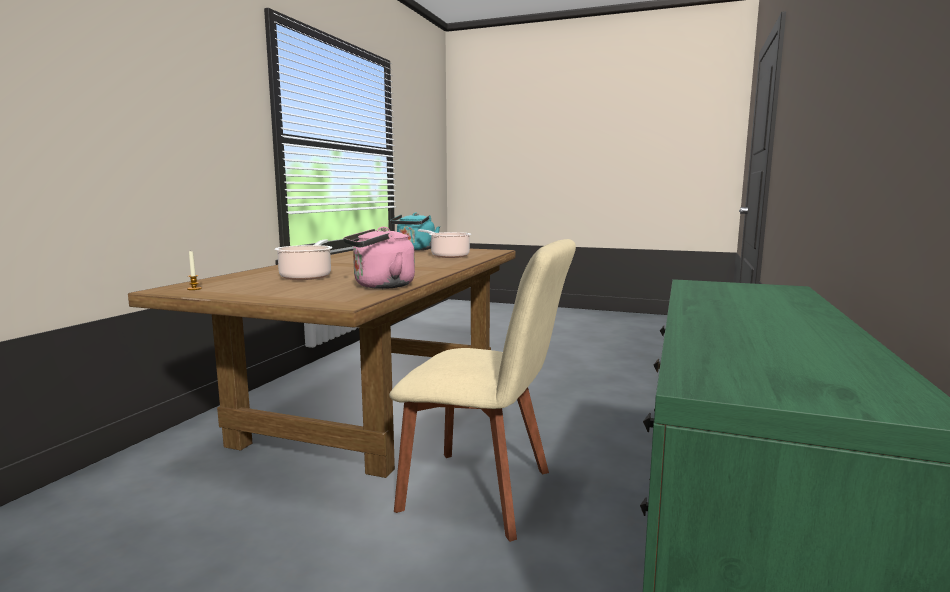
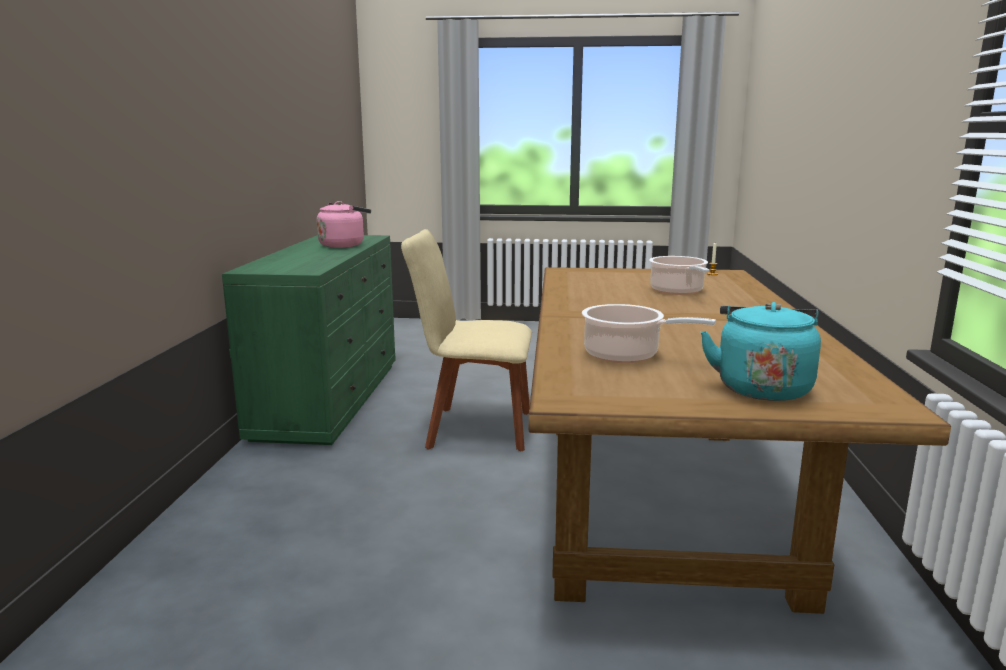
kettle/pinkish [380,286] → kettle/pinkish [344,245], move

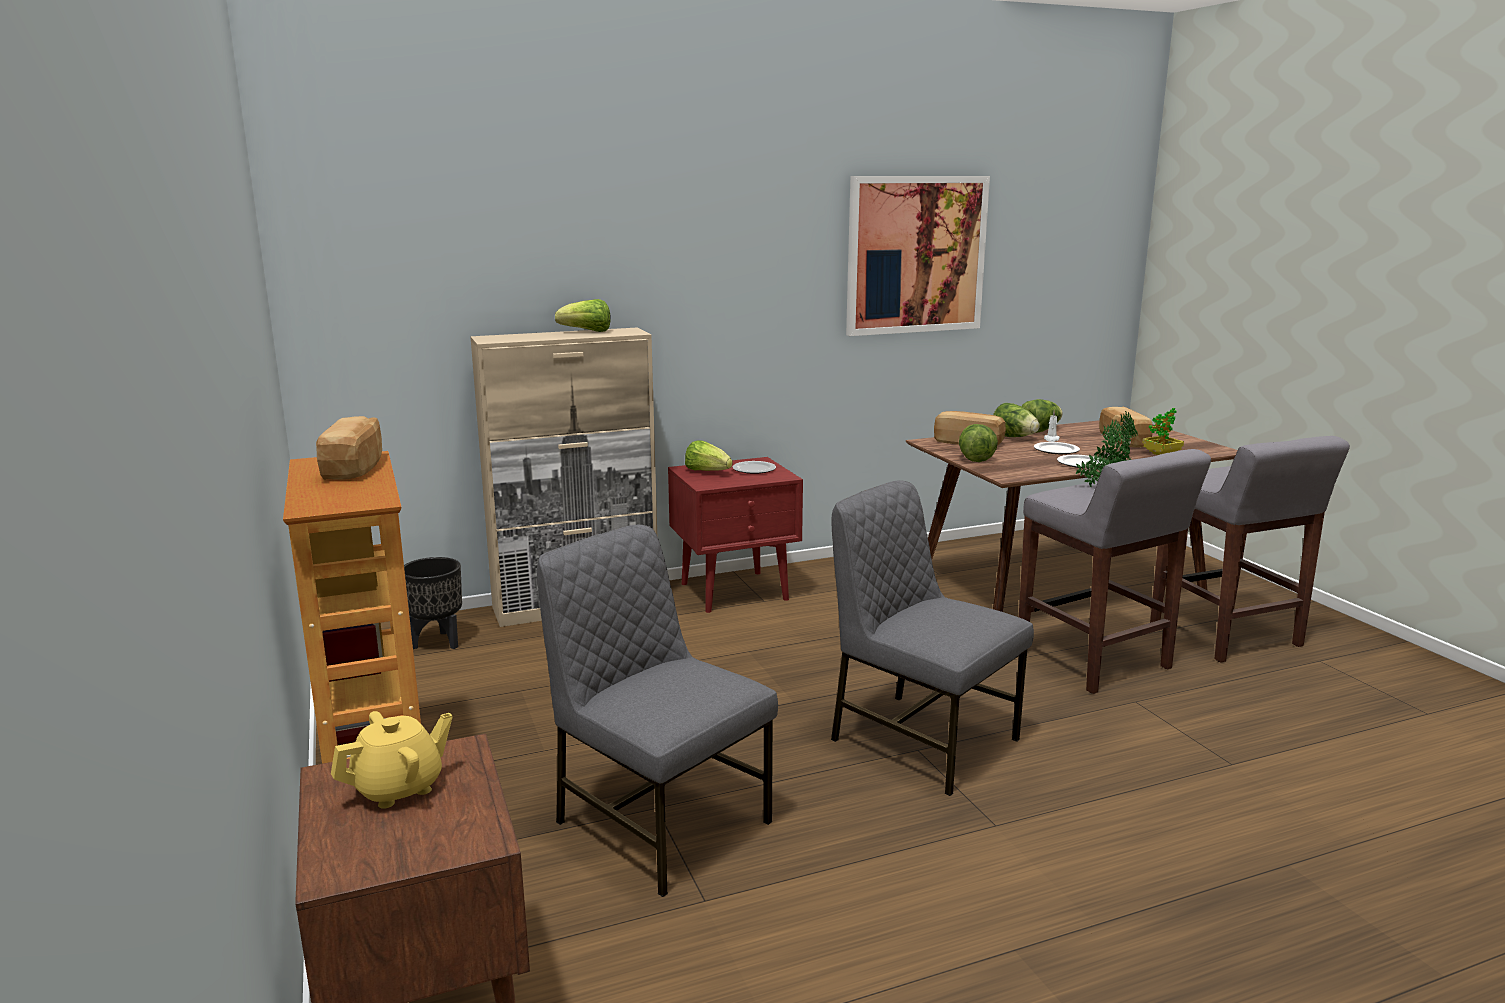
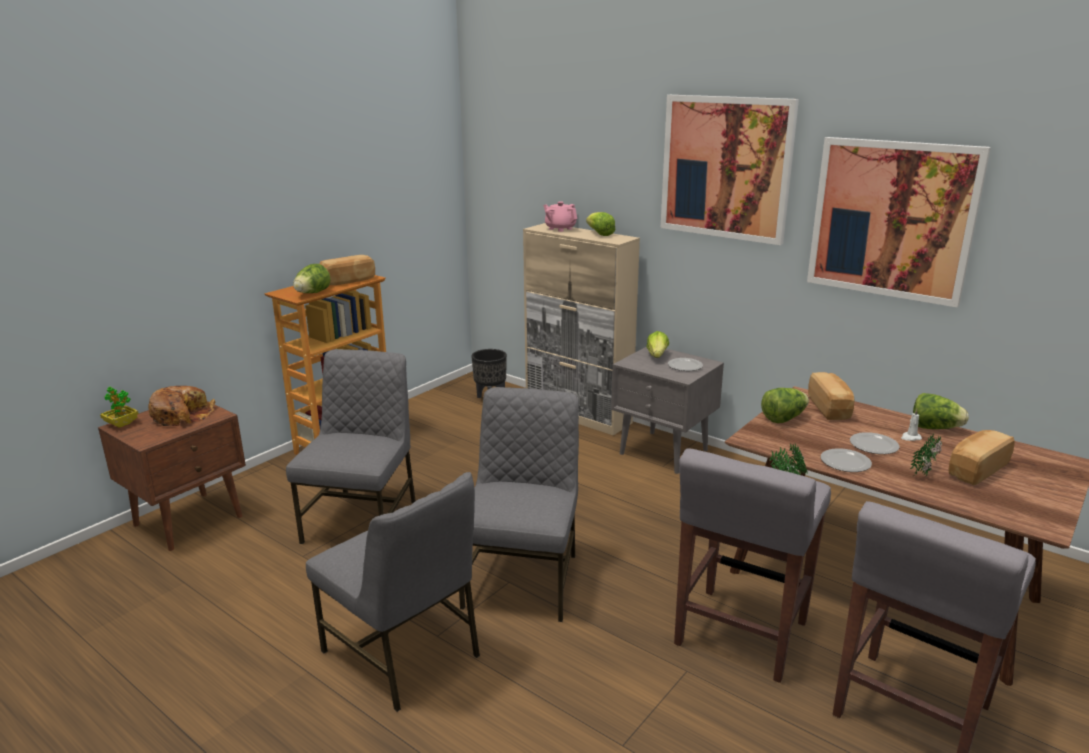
- → chair/greyish [403,653]
- → teapot/pinkish [560,229]
- → wall picture [725,168]
lettuce [1014,437] → lettuce [312,293], move
potted plant [1161,454] → potted plant [121,424], move
teapot/yellowish [399,788] → bread [182,415]
night table/reddish [736,591] → night table/greyish [664,452]

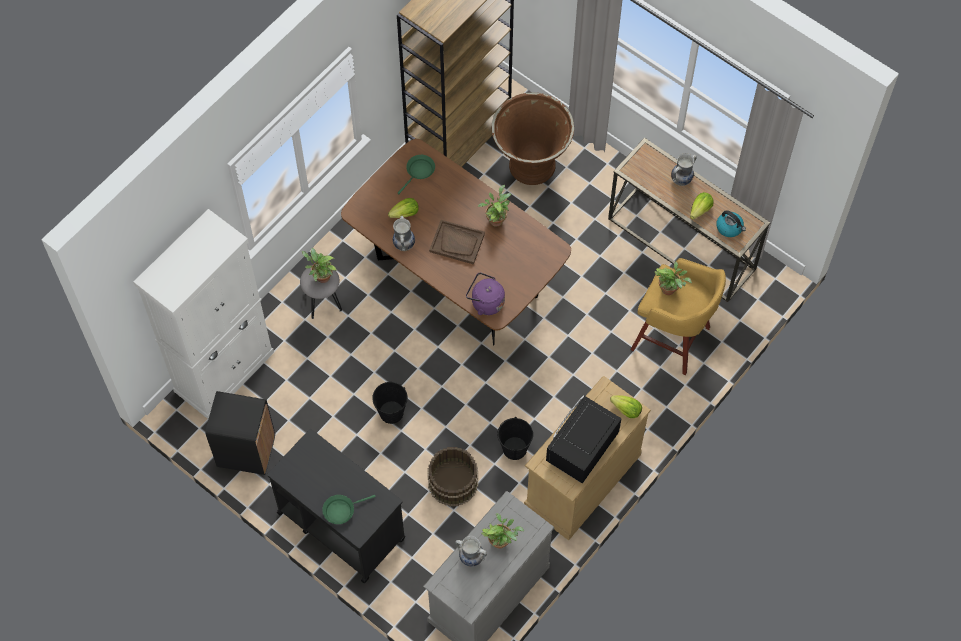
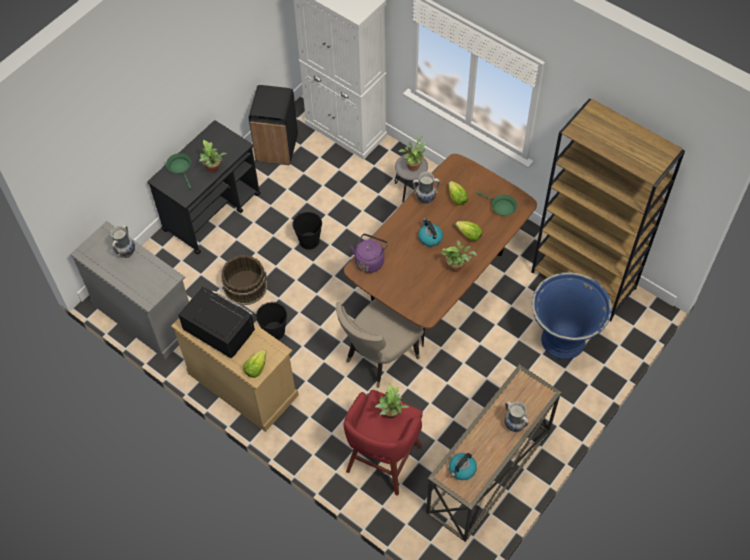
- → chair/beige-coloured [378,358]
potted plant [501,540] → potted plant [214,169], move
lettuce [700,210] → lettuce [469,235], move
serving tray/brownish [457,243] → kettle [430,238]
flower pot/brownish [530,166] → flower pot/blue-coloured [562,339]
stool seat/yellowish [673,340] → stool seat/reddish [382,461]

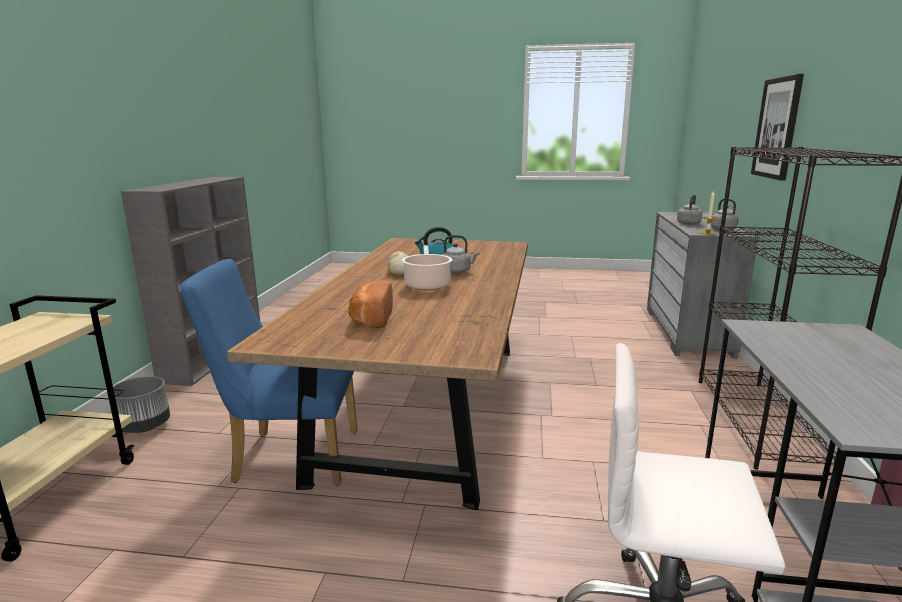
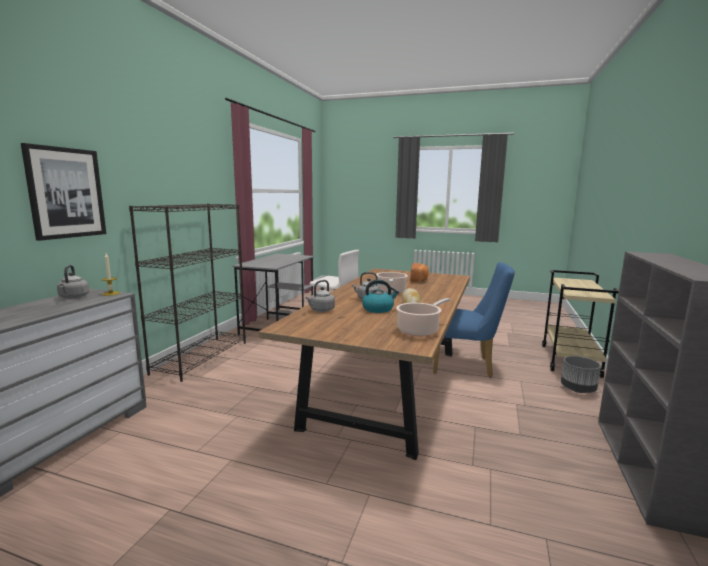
- → cooking pot [419,330]
kettle/greyish [689,223] → kettle/greyish [321,310], move

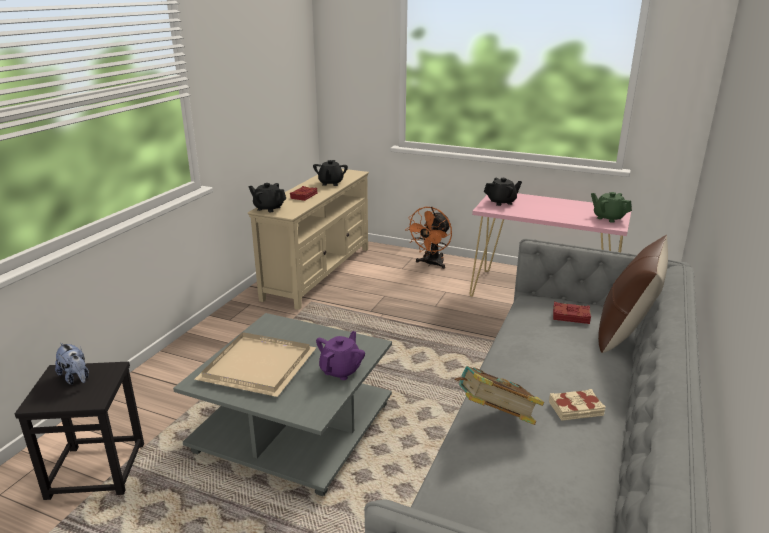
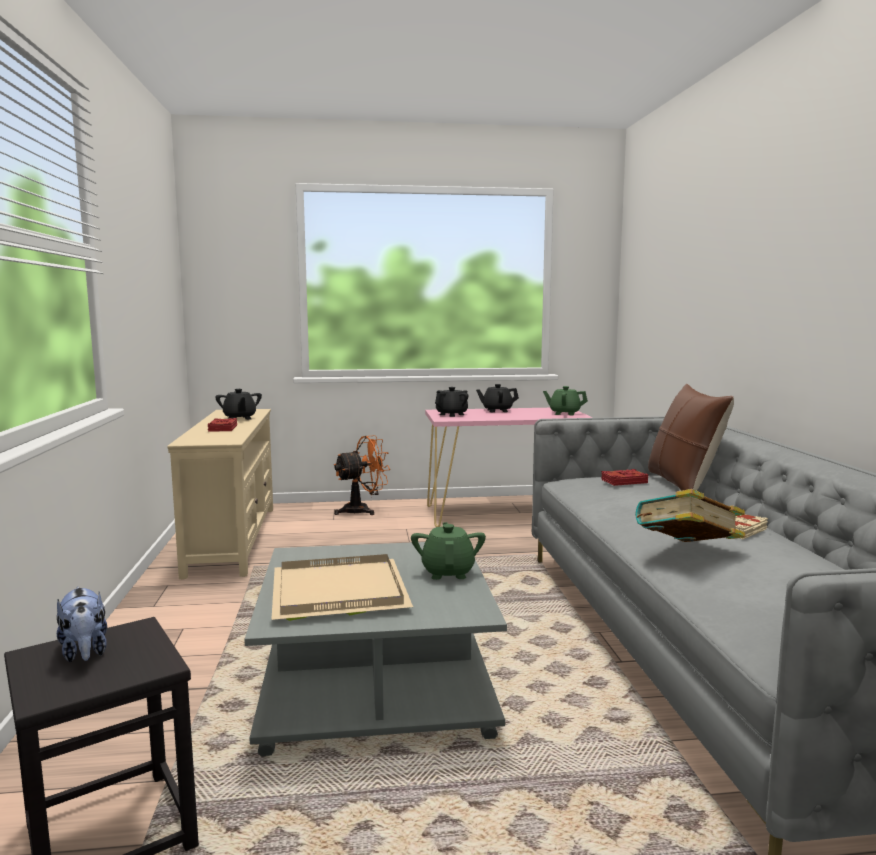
teapot/blackish [268,208] → teapot/blackish [497,410], move
teapot/purple [341,370] → teapot/green [448,572]
cuddly toy [76,378] → cuddly toy [84,652], 45 degrees clockwise
fan/orangey [431,264] → fan/orangey [362,510], 120 degrees counterclockwise

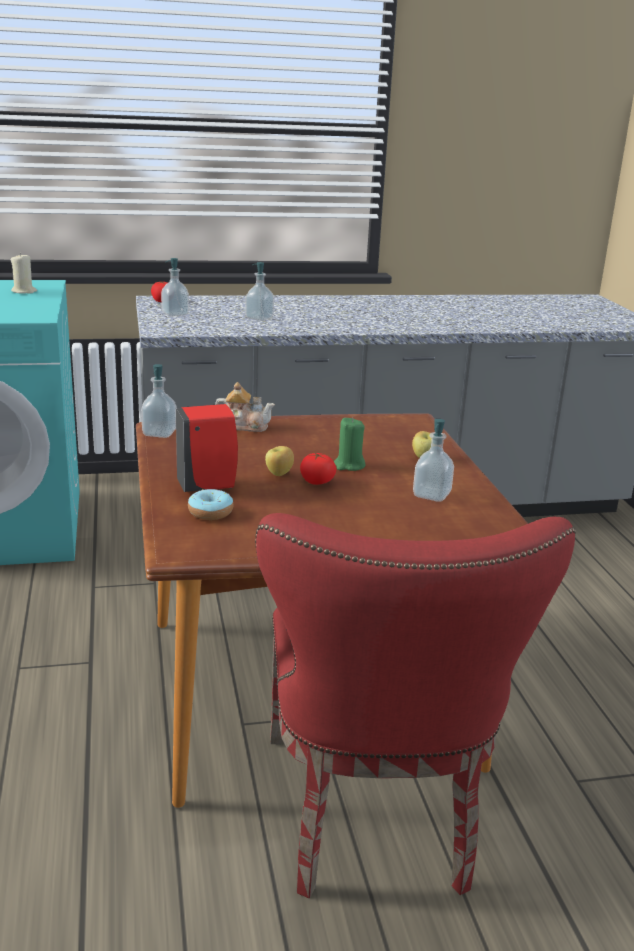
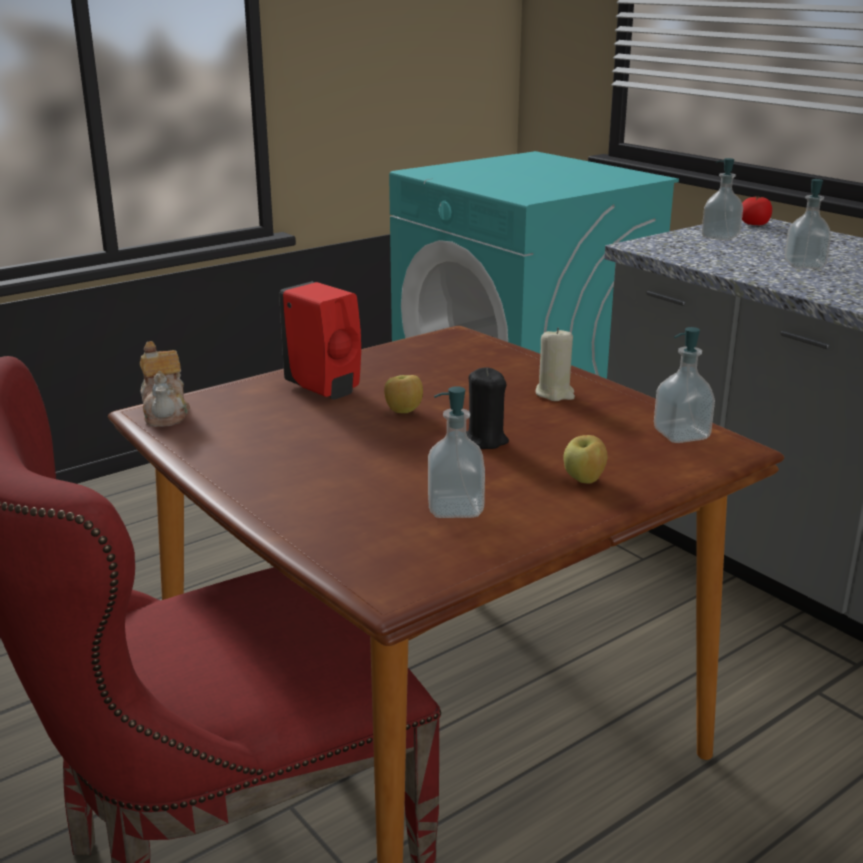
donut [210,512] → -
fresh tomato [317,482] → -
wax light/beige-coloured [24,291] → wax light/beige-coloured [555,394], move
soap bottle [159,433] → soap bottle [681,435], move
teapot [245,426] → teapot [166,413], move
wax light/green [349,465] → wax light/blackish [484,440]

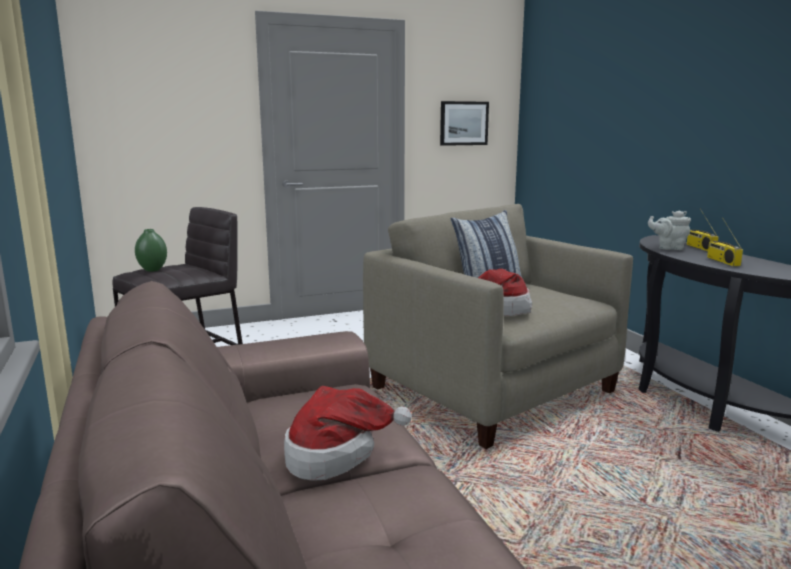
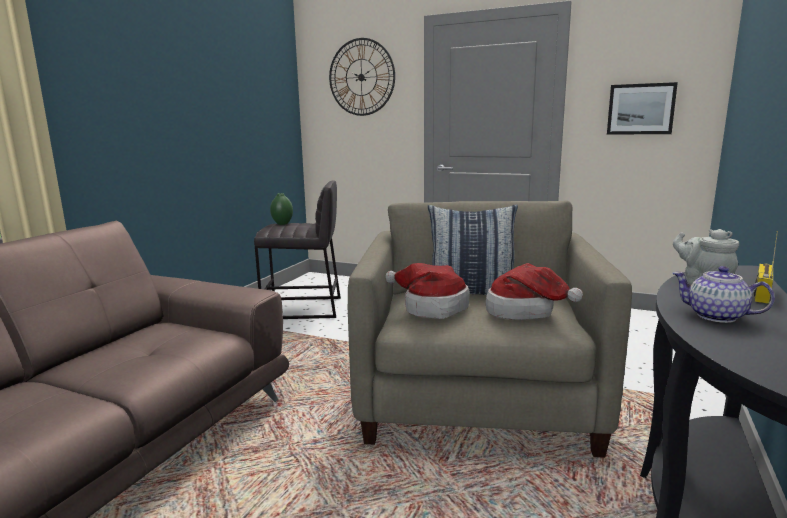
- → clock on the wall [361,77]
clothing hat [336,455] → clothing hat [525,311], move
radio set [722,261] → teapot [717,316]

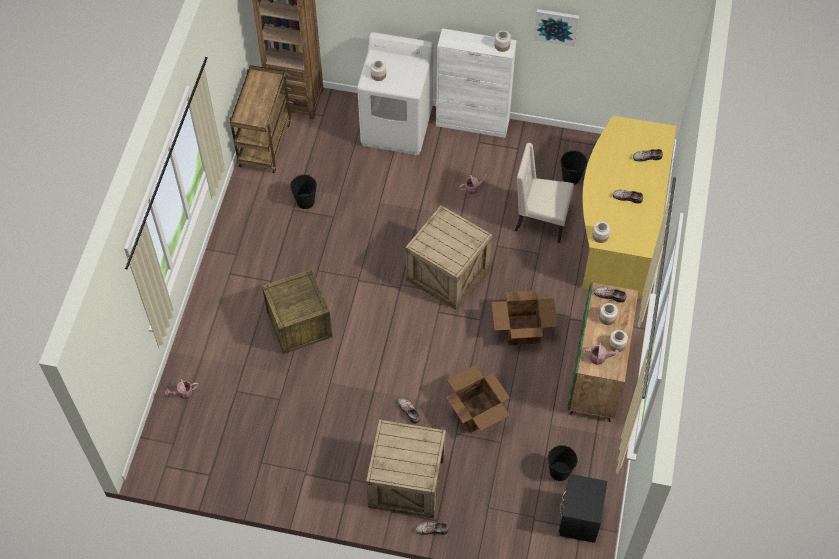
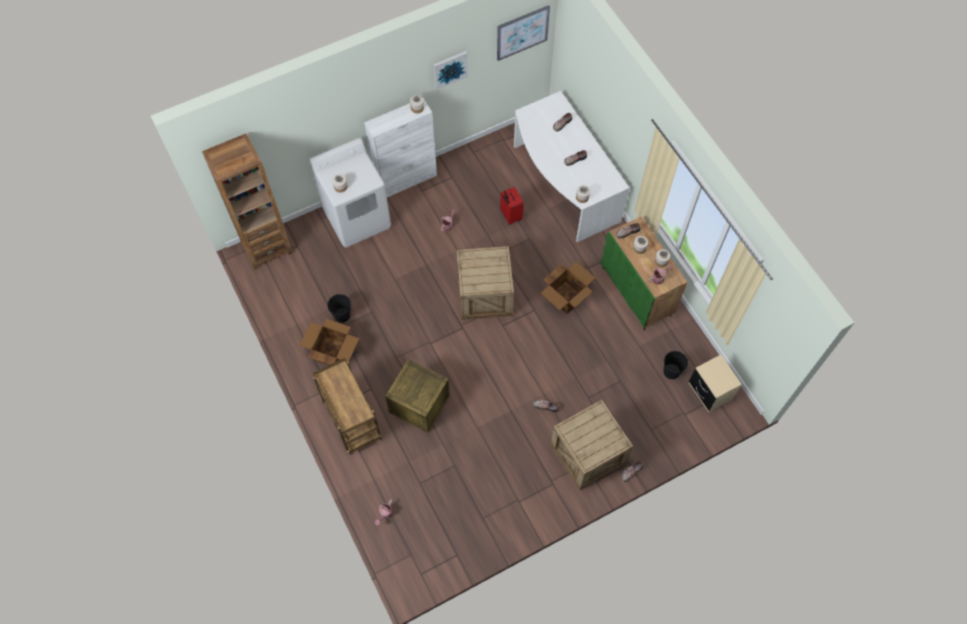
pail/blackish [571,177] → -
- → wall picture [522,32]
wheeled cart/brownish [264,143] → wheeled cart/brownish [351,420], move
carton [476,411] → carton [332,352], move
chair/beige-coloured [540,220] → suitcase/reddish [510,216]
night table/blackish [580,518] → night table/beige-coloured [709,391]
desk unit/yellowish [619,226] → desk unit/white-coloured [562,185]

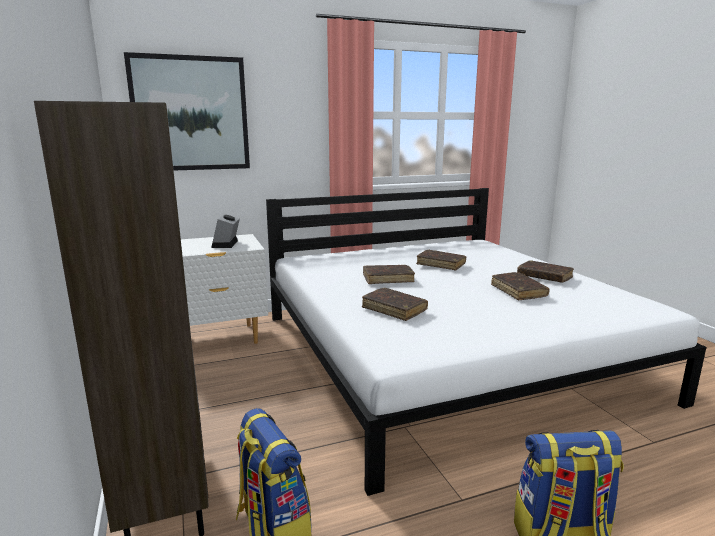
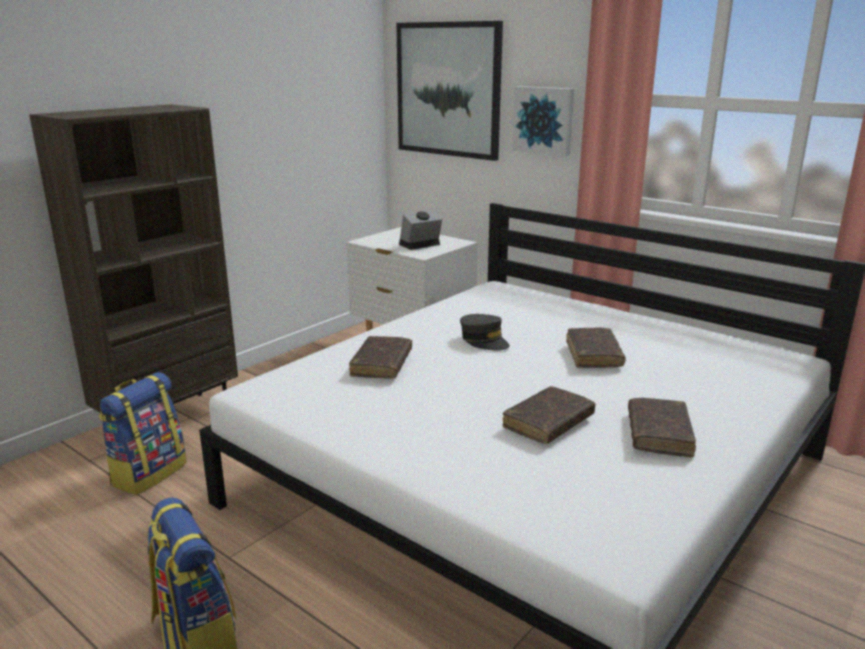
- → wall picture [544,120]
book/brownish [388,279] → peaked cap/greyish [484,340]

